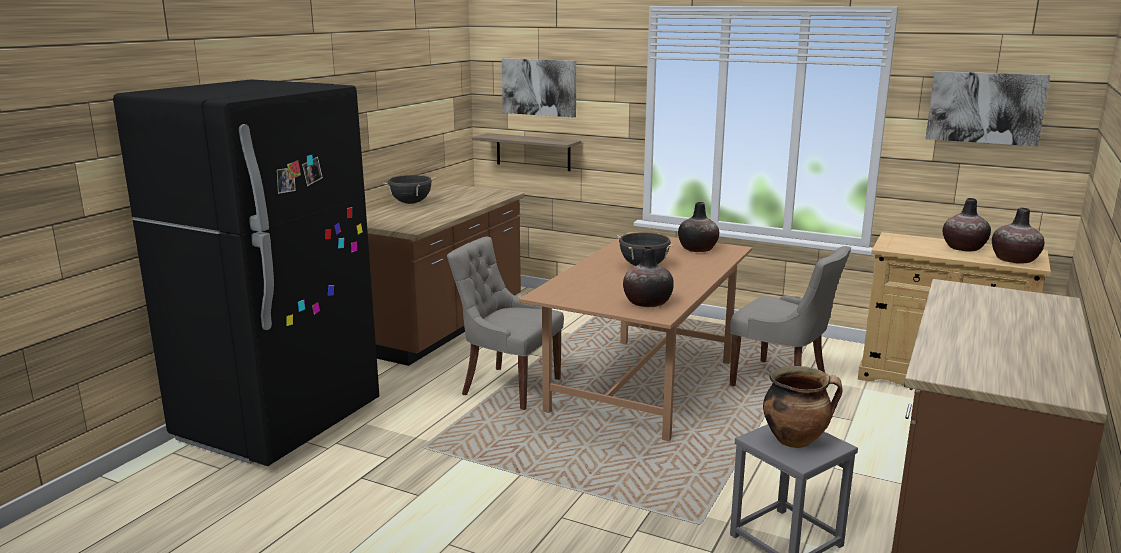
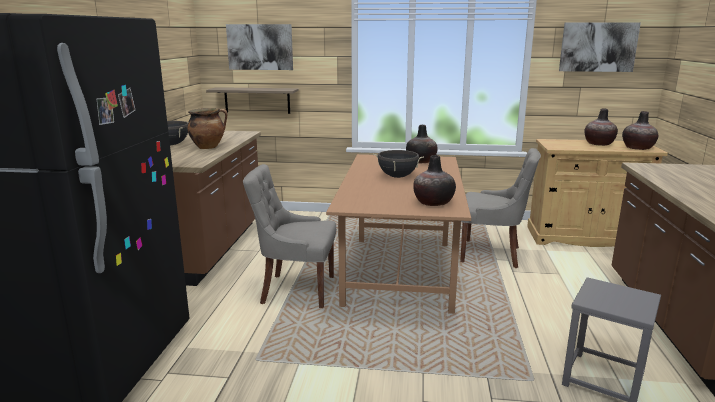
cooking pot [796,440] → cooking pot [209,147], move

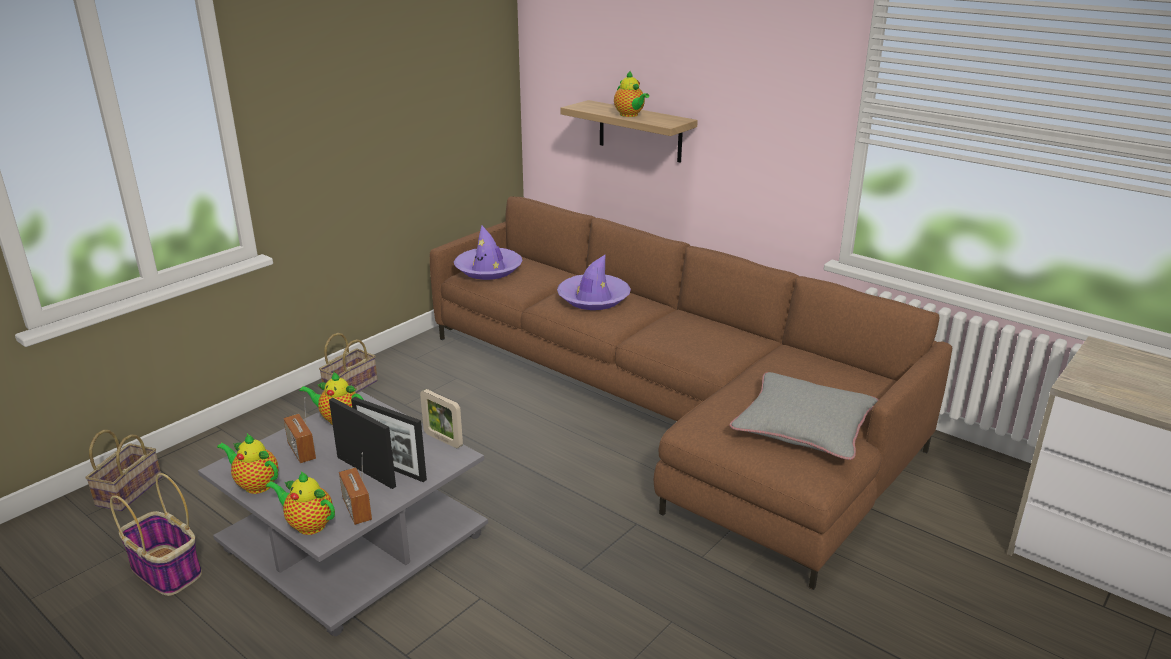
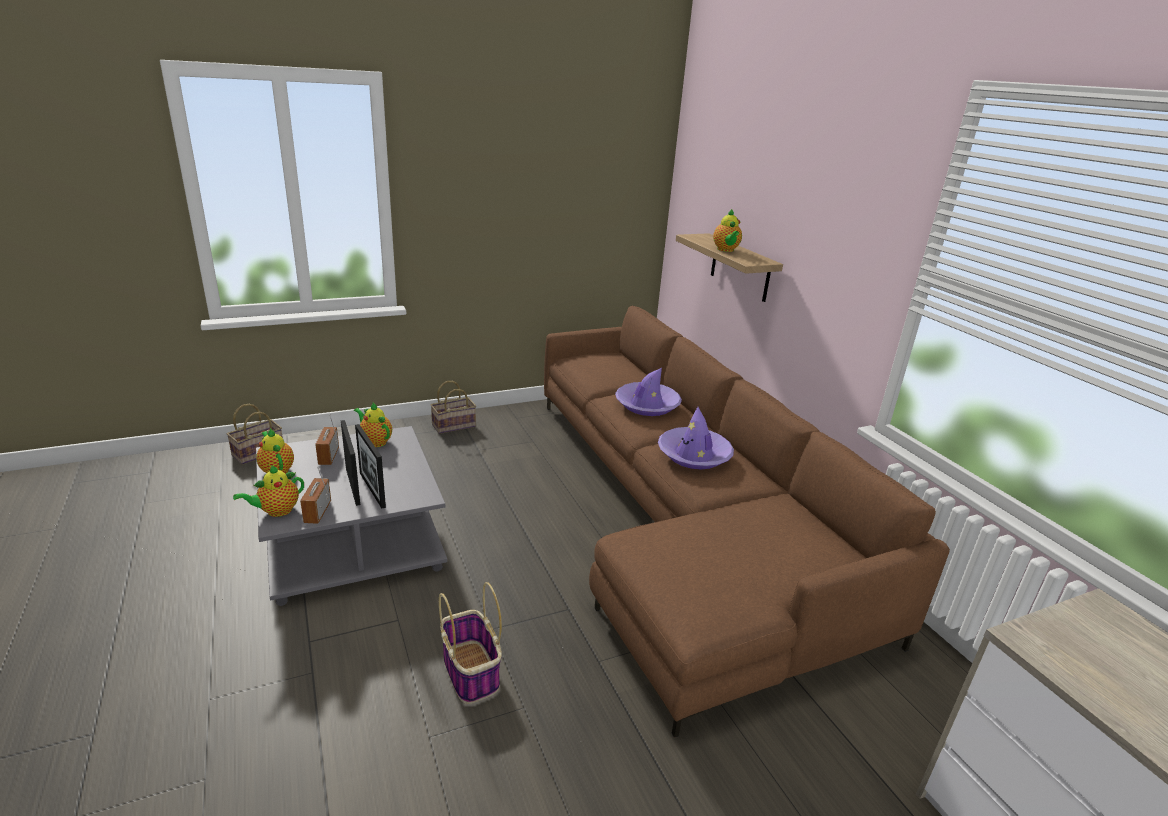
photo frame [443,440] → -
throw pillow/greyish [804,425] → -
storage basket [167,571] → storage basket [471,672], move
clothing hat/purple [488,270] → clothing hat/purple [694,455], move
teapot [308,524] → teapot [276,511], 90 degrees counterclockwise

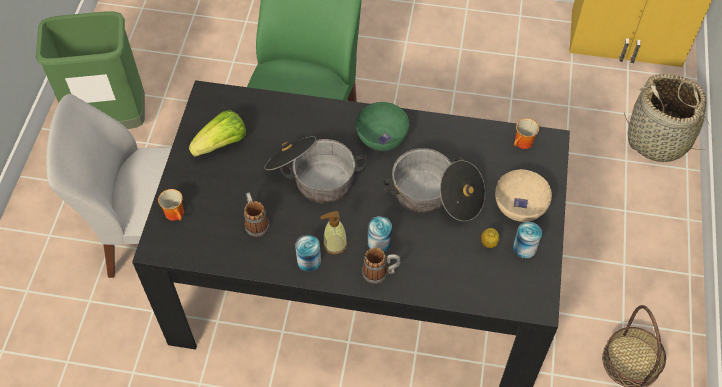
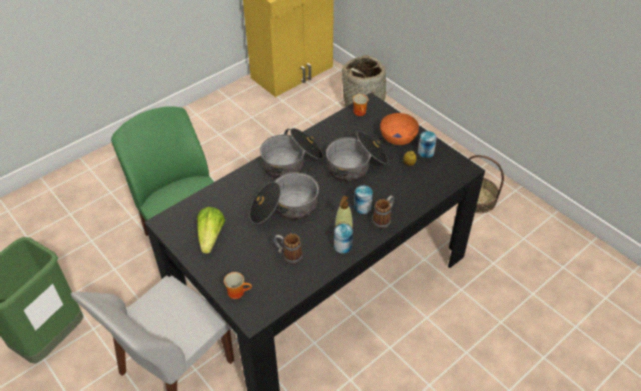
bowl/green [382,136] → cooking pot [292,162]
bowl/beige-coloured [519,206] → bowl/orangey [397,138]

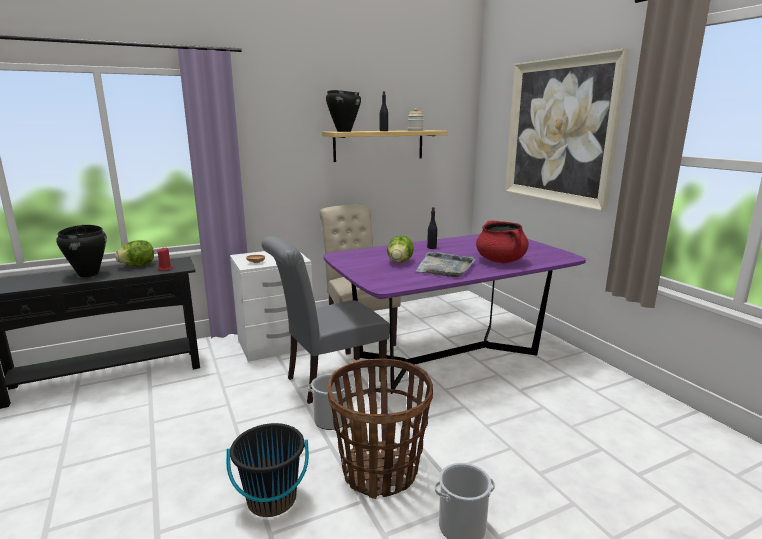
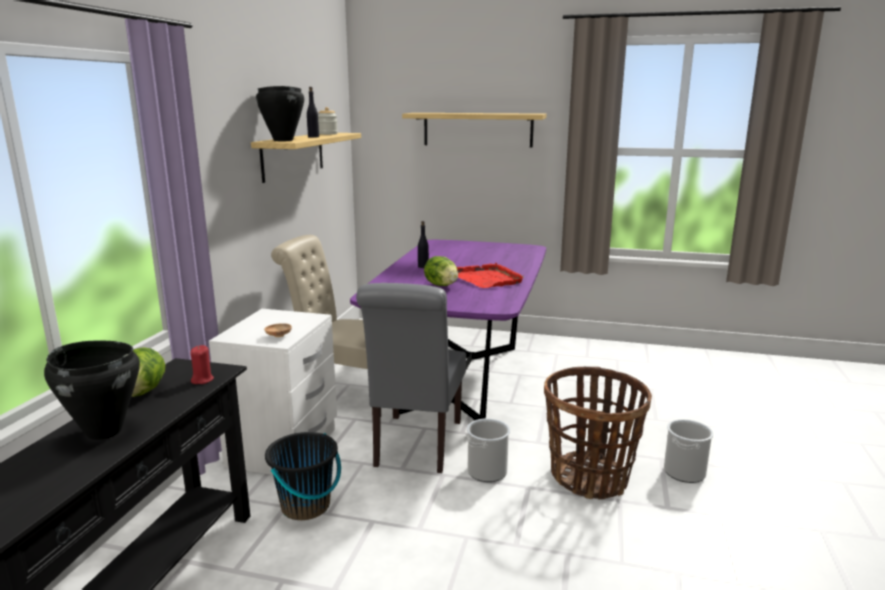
cooking pot/reddish [501,261] → -
pail/blackish [272,499] → pail/blackish [306,506], move
wall picture [559,131] → wall shelf [477,129]
serving tray/greyish [445,267] → serving tray/reddish [487,279]

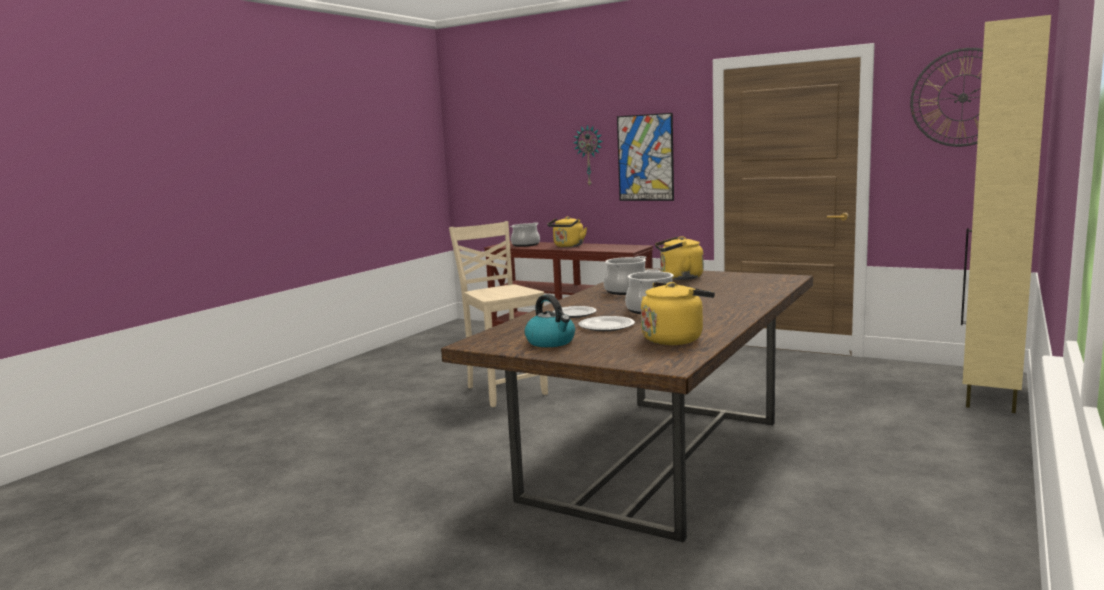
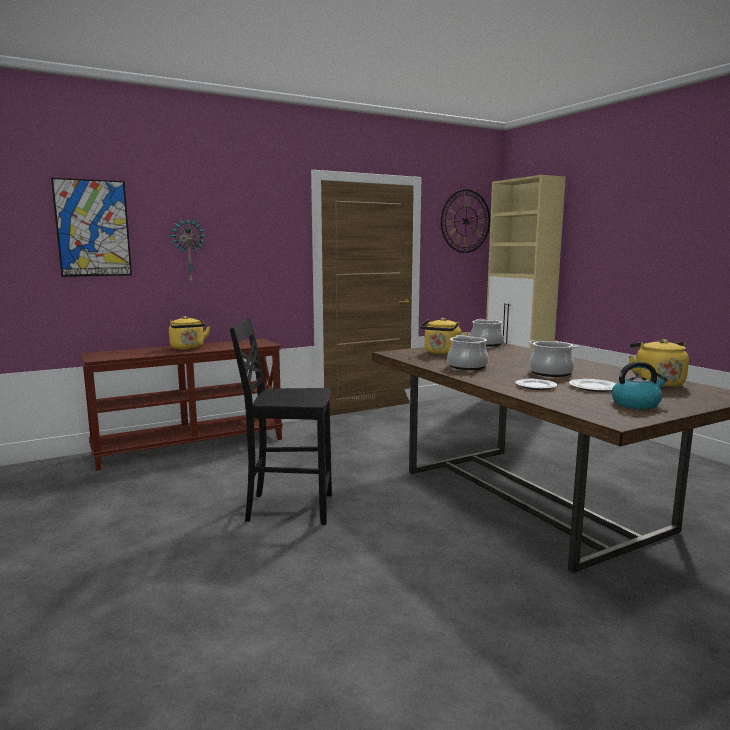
cooking pot [525,244] → cooking pot [486,344], move
wall picture [645,158] → wall picture [93,228], move
chair/beige-coloured [505,390] → chair/blackish [288,508]

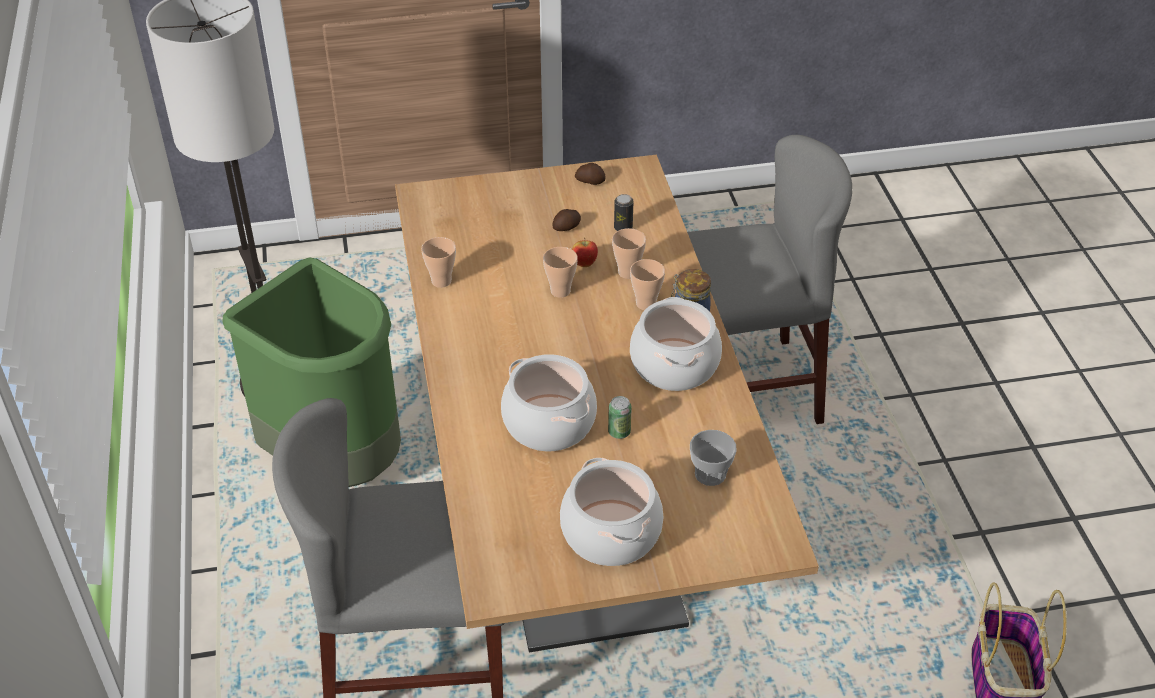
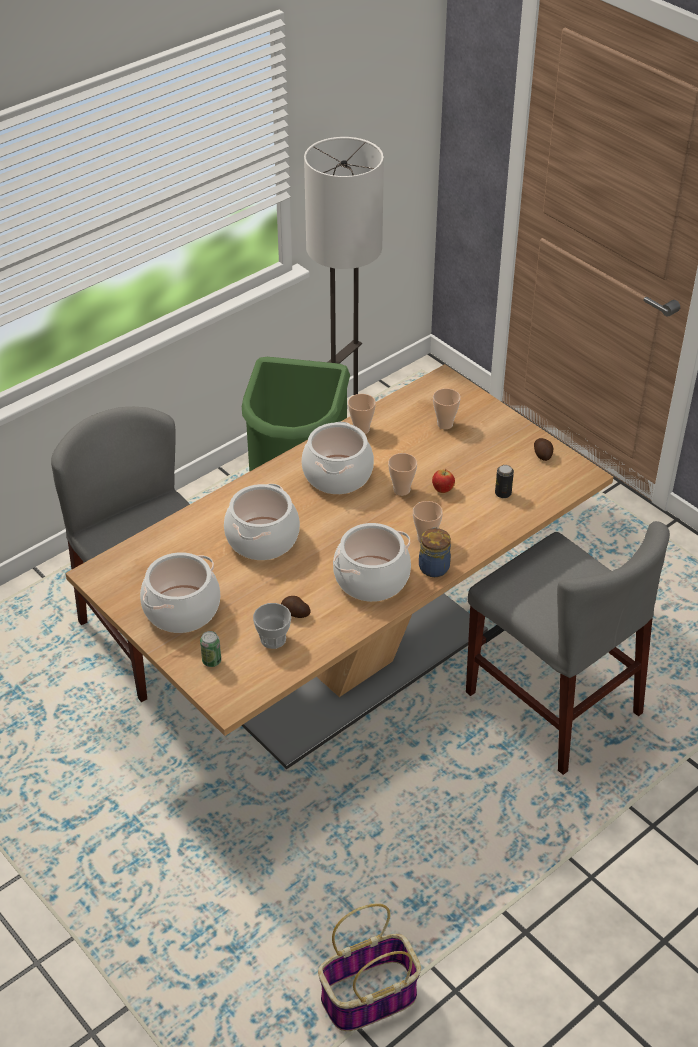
- → cooking pot [338,475]
potato [567,227] → potato [295,613], move
sealed can [619,432] → sealed can [211,661], move
small cup [627,272] → small cup [445,424], move

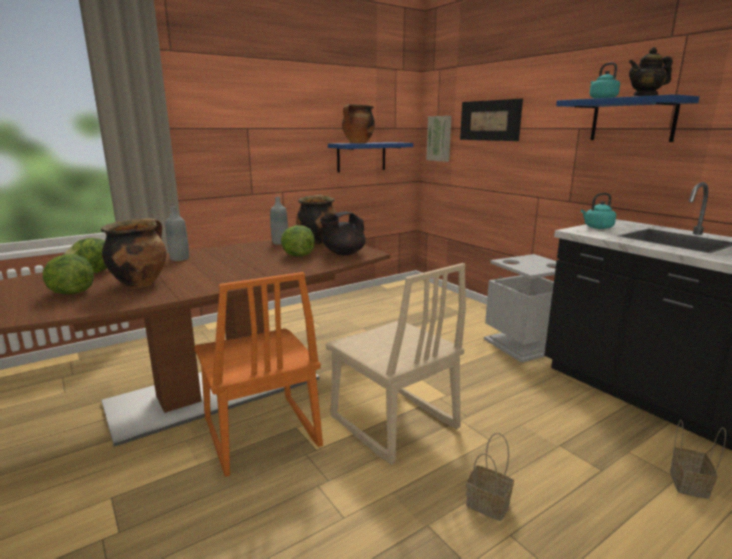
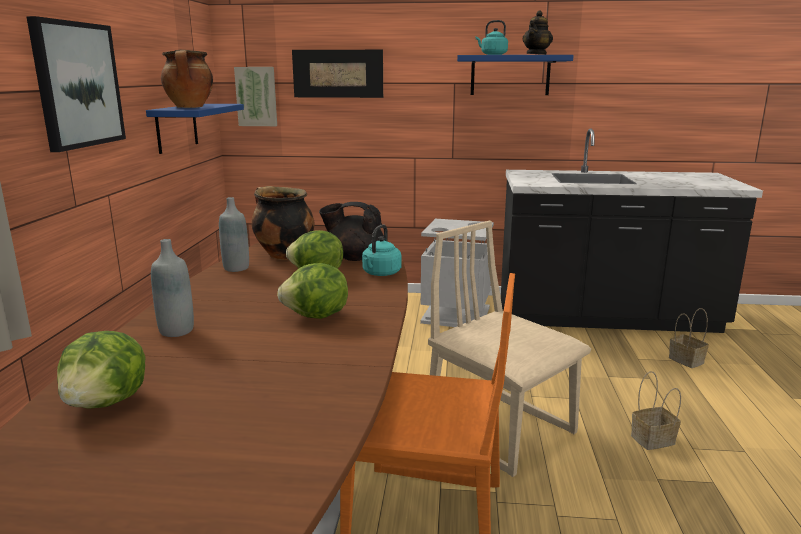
cooking pot [140,283] → -
- → wall picture [77,85]
lettuce [71,293] → lettuce [317,317], move
kettle/blue-green [597,227] → kettle/blue-green [380,274], move
teapot/blackish [343,253] → teapot/blackish [354,257], 90 degrees clockwise
chair/beige-coloured [393,424] → chair/beige-coloured [501,430], 135 degrees counterclockwise

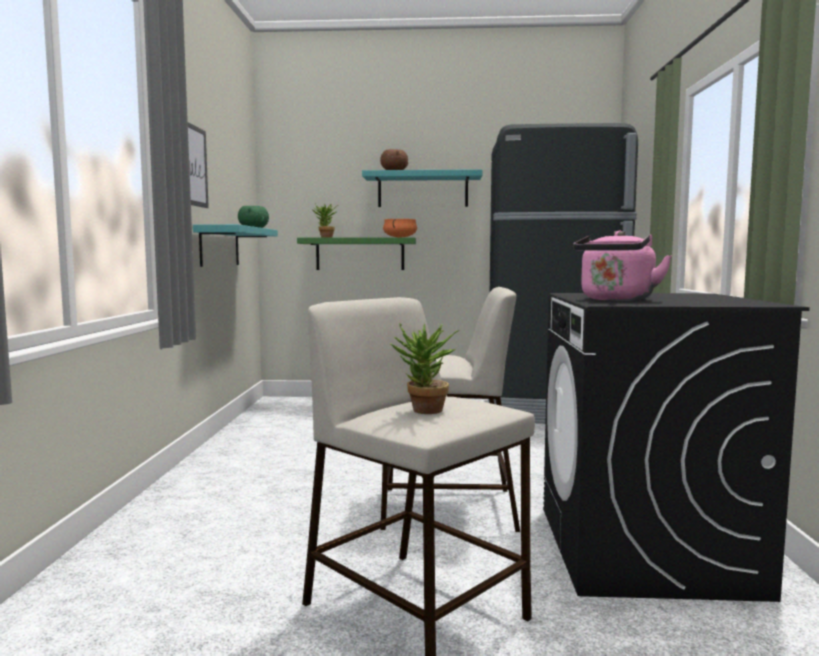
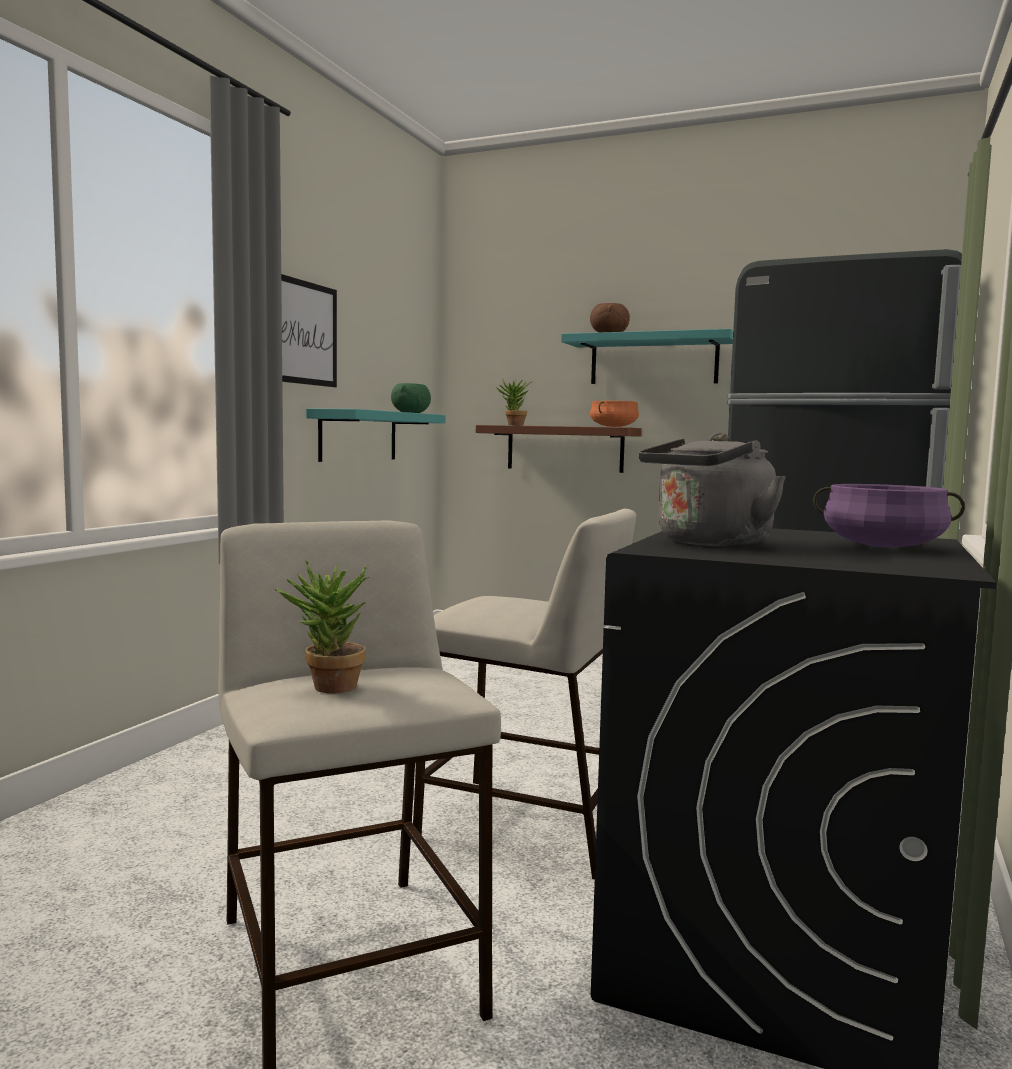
- → cooking pot/purple [883,546]
wall shelf/green [360,254] → wall shelf/brownish [565,448]
kettle/pinkish [616,300] → kettle/greyish [709,543]

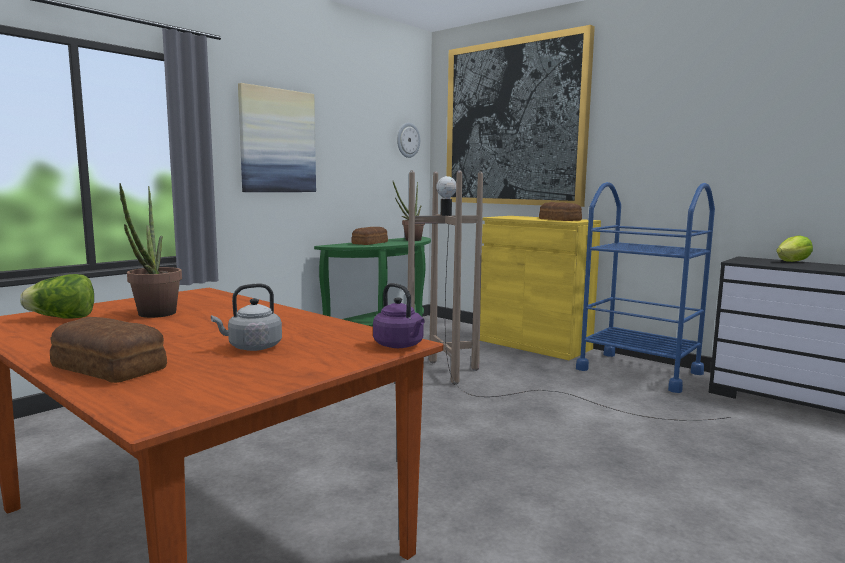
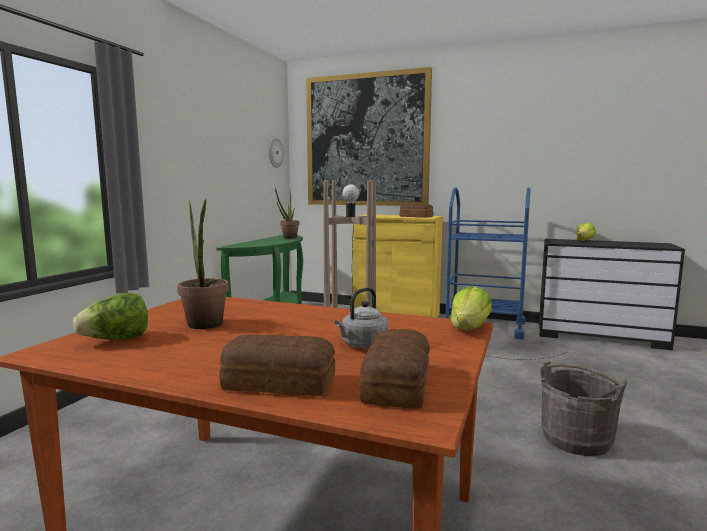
wall picture [277,141] → -
- → pail/greyish [576,439]
bread [370,243] → bread [398,384], move
kettle/purple [400,345] → lettuce [469,328]

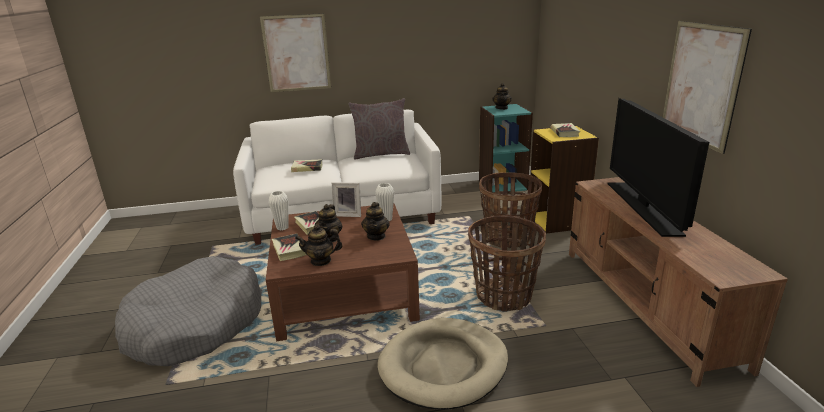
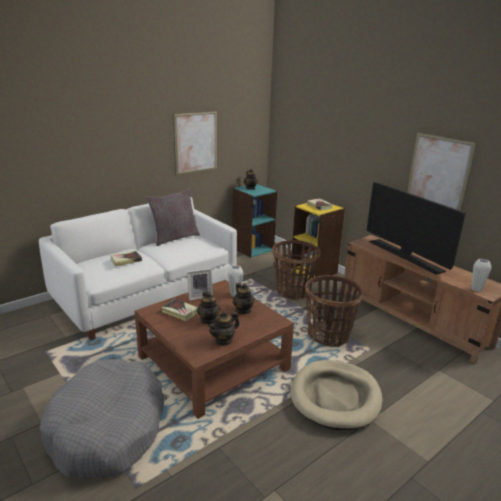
book [289,250] → -
wall picture [296,53] → wall picture [196,142], move
vase/white-coloured [282,228] → vase/white-coloured [476,289], move

